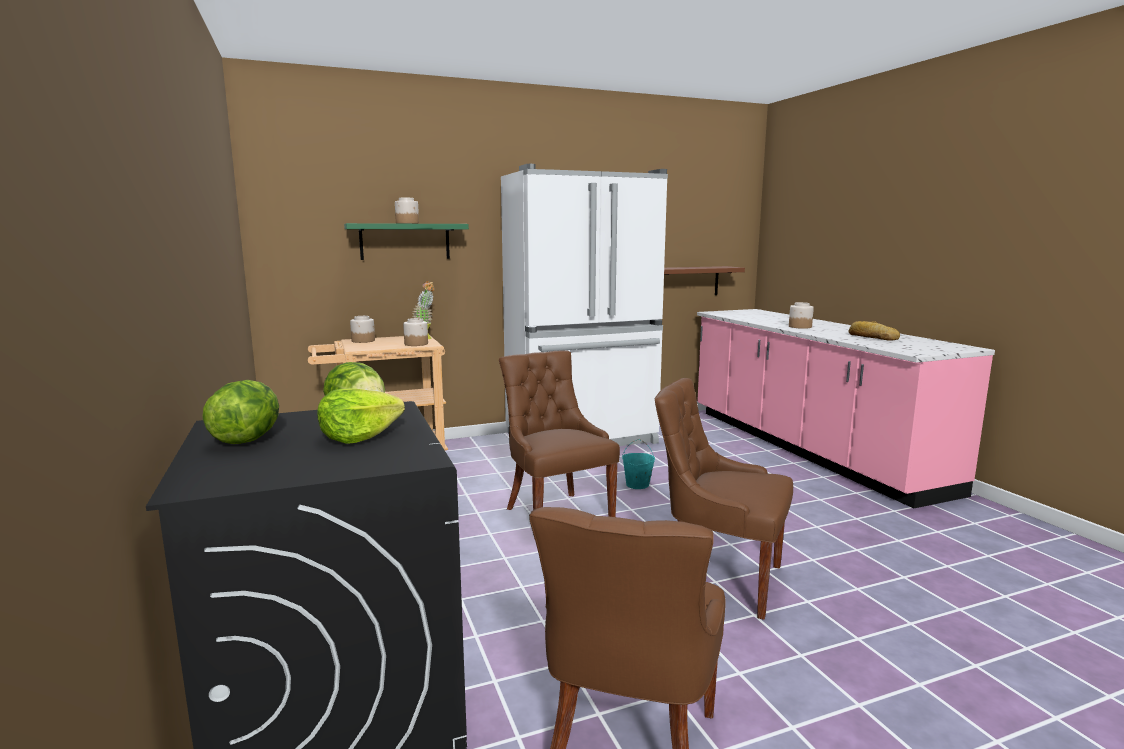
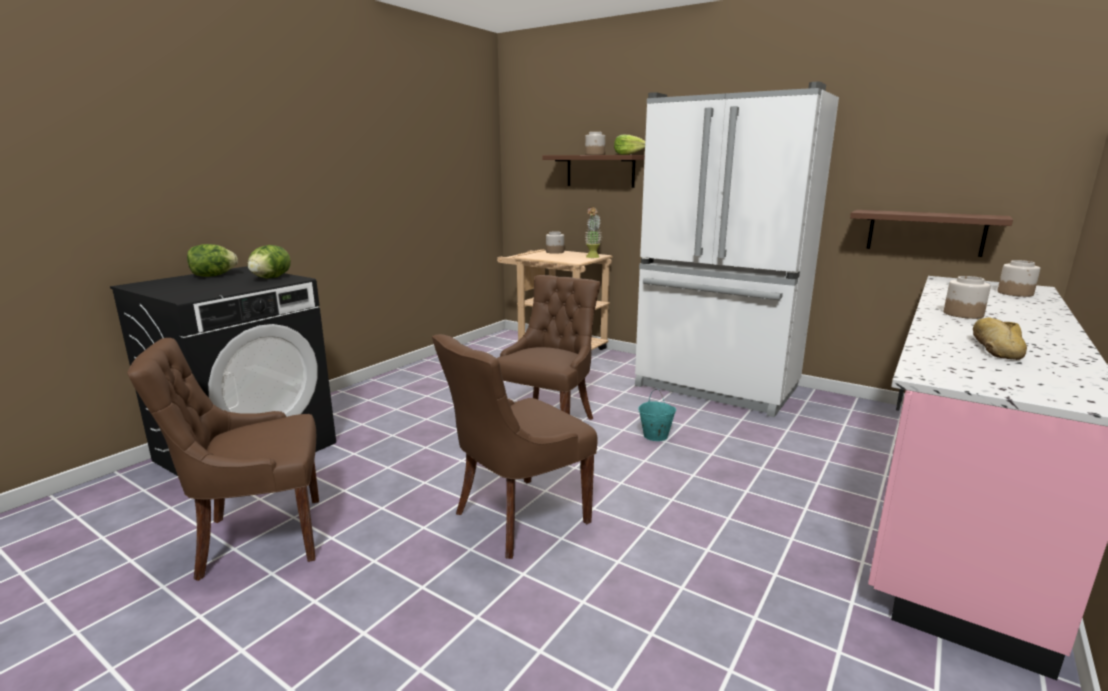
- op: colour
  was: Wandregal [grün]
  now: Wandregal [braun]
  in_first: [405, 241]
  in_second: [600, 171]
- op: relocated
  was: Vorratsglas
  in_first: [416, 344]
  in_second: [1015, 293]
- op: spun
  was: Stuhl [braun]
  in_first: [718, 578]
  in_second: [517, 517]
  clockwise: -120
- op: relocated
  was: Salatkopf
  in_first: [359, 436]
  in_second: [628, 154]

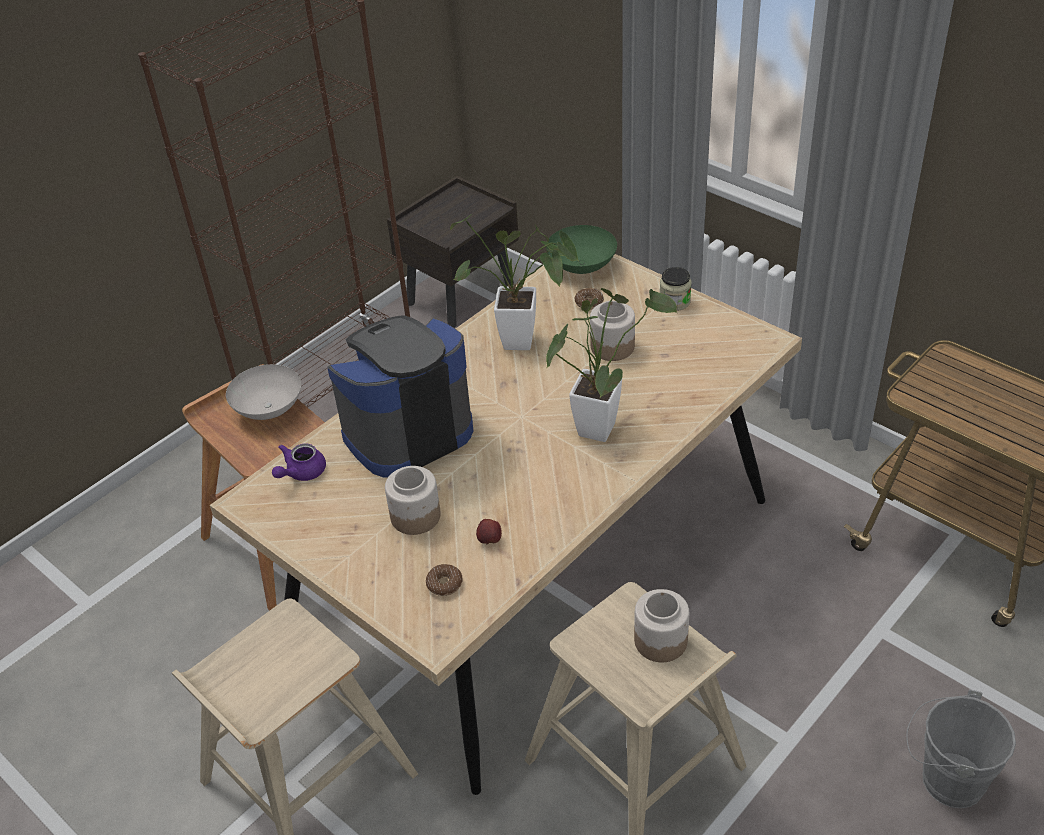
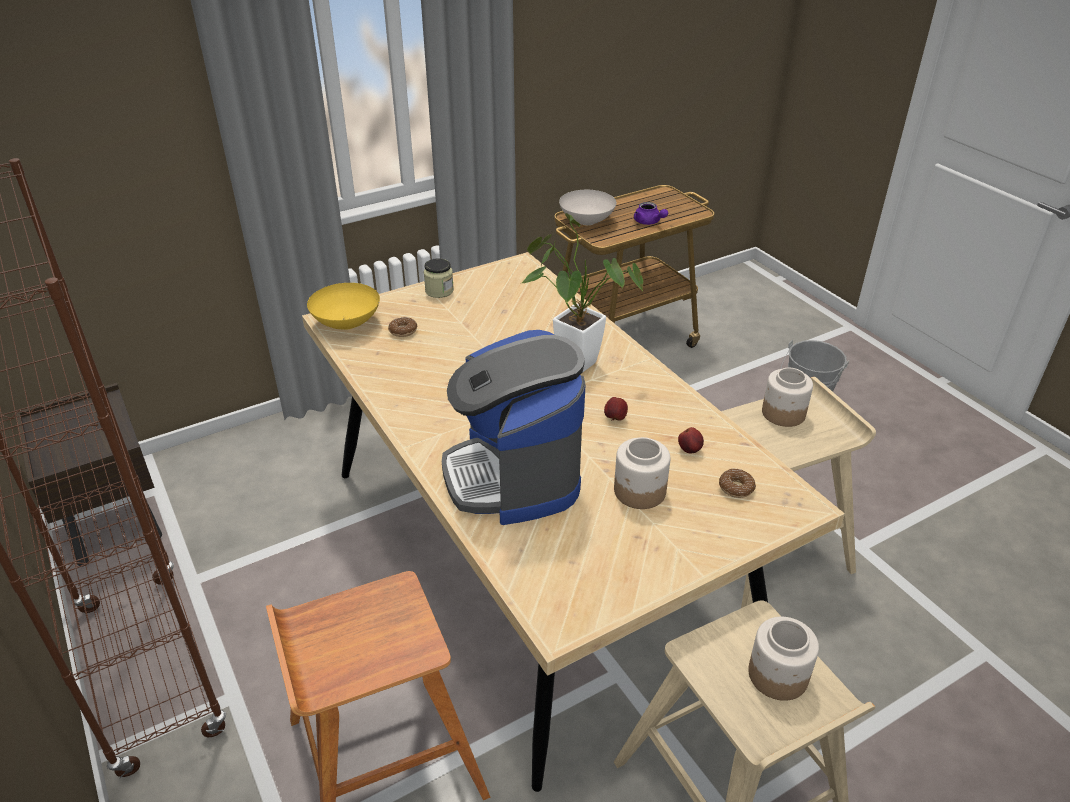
- op: missing
  was: Topfpflanze
  in_first: [527, 342]
- op: colour
  was: Schüssel [grün]
  now: Schüssel [gelb]
  in_first: [582, 267]
  in_second: [348, 324]
- op: relocated
  was: Vorratsglas
  in_first: [612, 346]
  in_second: [777, 675]
- op: relocated
  was: Schüssel [weiß]
  in_first: [269, 408]
  in_second: [586, 221]
- op: relocated
  was: Teekanne [lila]
  in_first: [301, 473]
  in_second: [649, 222]
- op: appeared
  now: Apfel
  in_second: [615, 418]

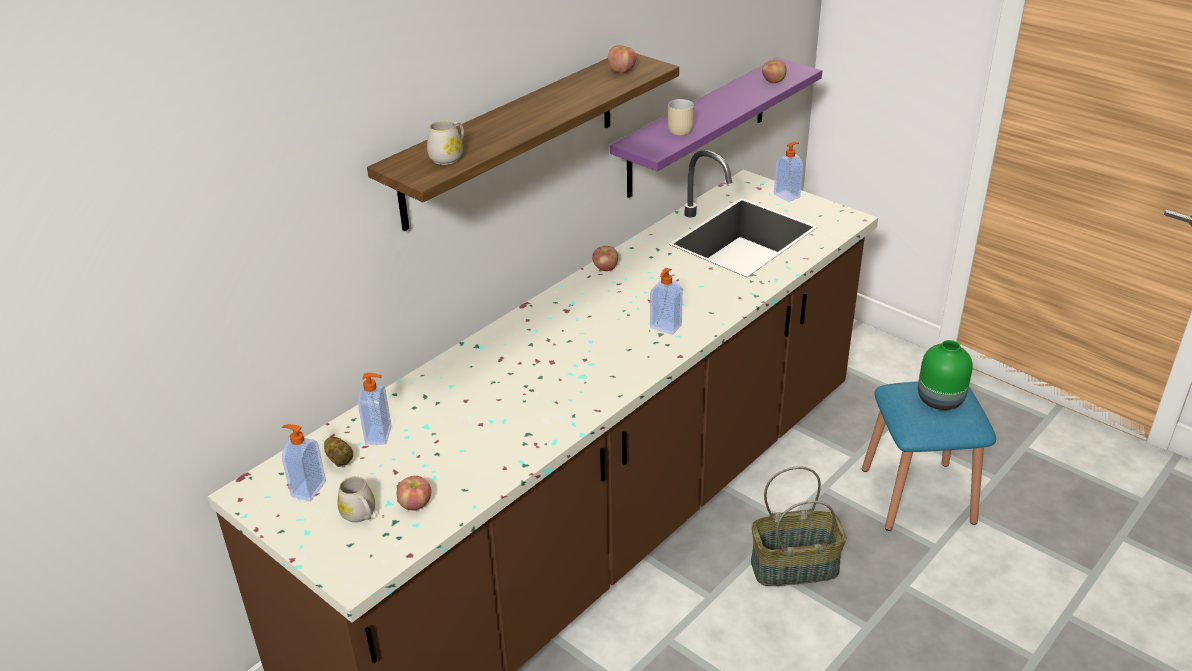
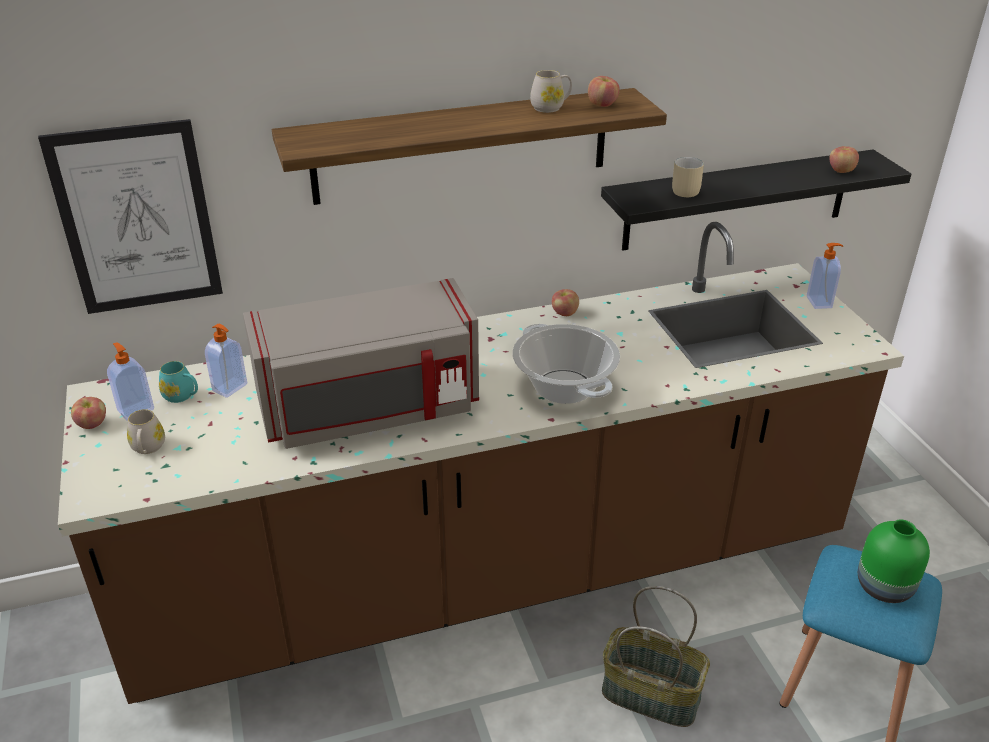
- op: colour
  was: Wandregal [lila]
  now: Wandregal [schwarz]
  in_first: [698, 127]
  in_second: [737, 200]
- op: relocated
  was: Henkelbecher [weiß]
  in_first: [449, 157]
  in_second: [551, 107]
- op: exchanged
  was: Seifenspender
  now: Kochtopf
  in_first: [665, 327]
  in_second: [564, 387]
- op: exchanged
  was: Kartoffel
  now: Henkelbecher [türkis]
  in_first: [340, 460]
  in_second: [182, 396]
- op: relocated
  was: Apfel
  in_first: [415, 504]
  in_second: [92, 424]
- op: appeared
  now: Bild
  in_second: [137, 219]
- op: appeared
  now: Mikrowelle [grau]
  in_second: [370, 409]

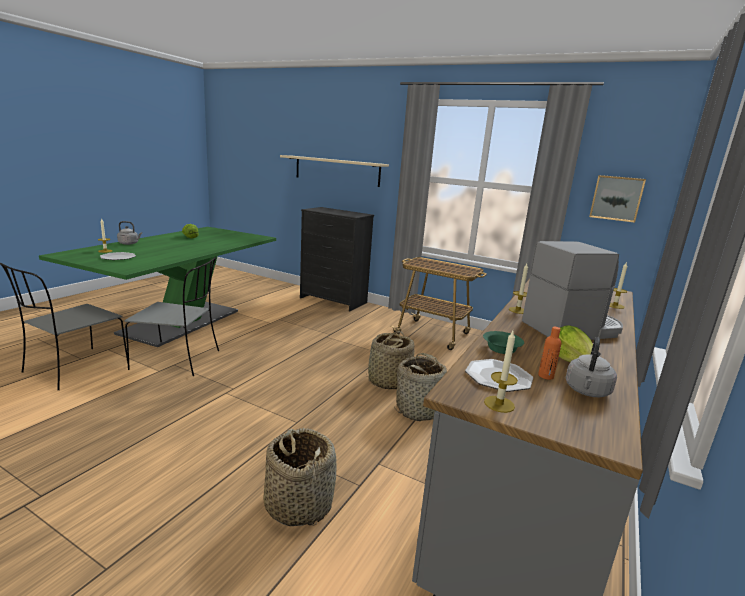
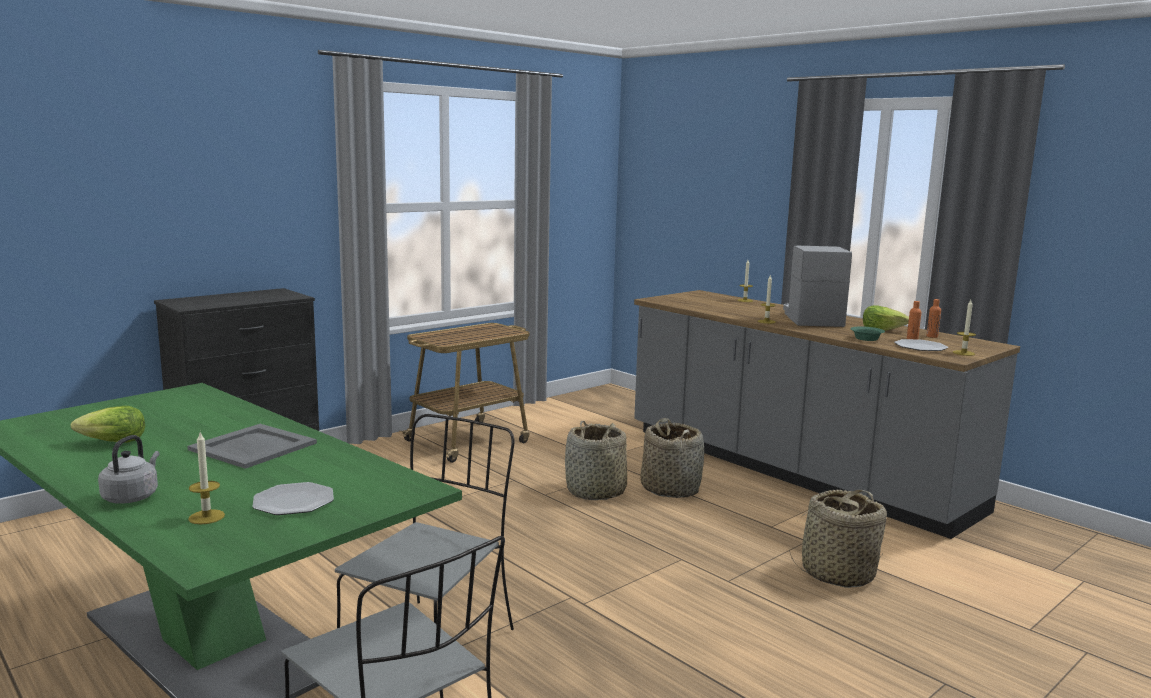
- op: missing
  was: Wandregal [beige]
  in_first: [336, 170]
- op: missing
  was: Bild
  in_first: [616, 198]
- op: exchanged
  was: Wasserkessel [grau]
  now: Flasche [orange]
  in_first: [587, 391]
  in_second: [932, 336]
- op: appeared
  now: Tablett [grau]
  in_second: [253, 447]

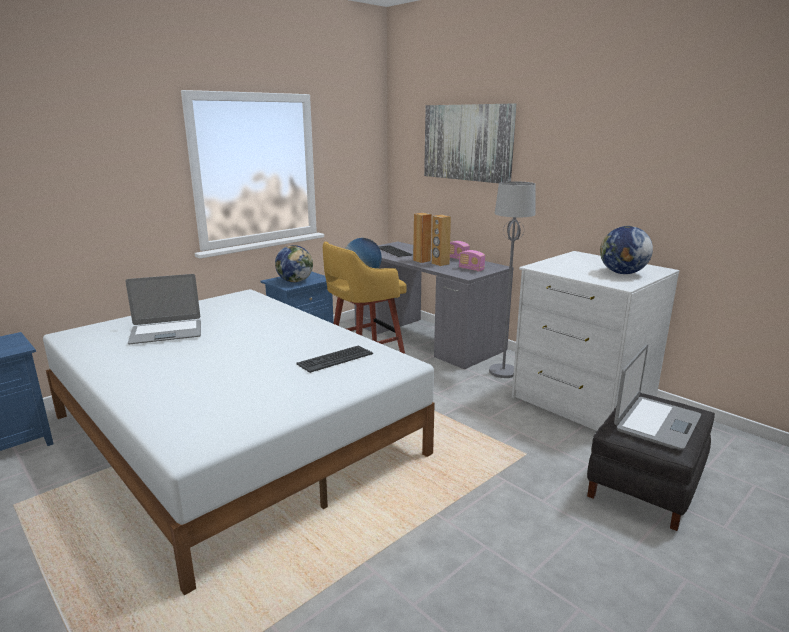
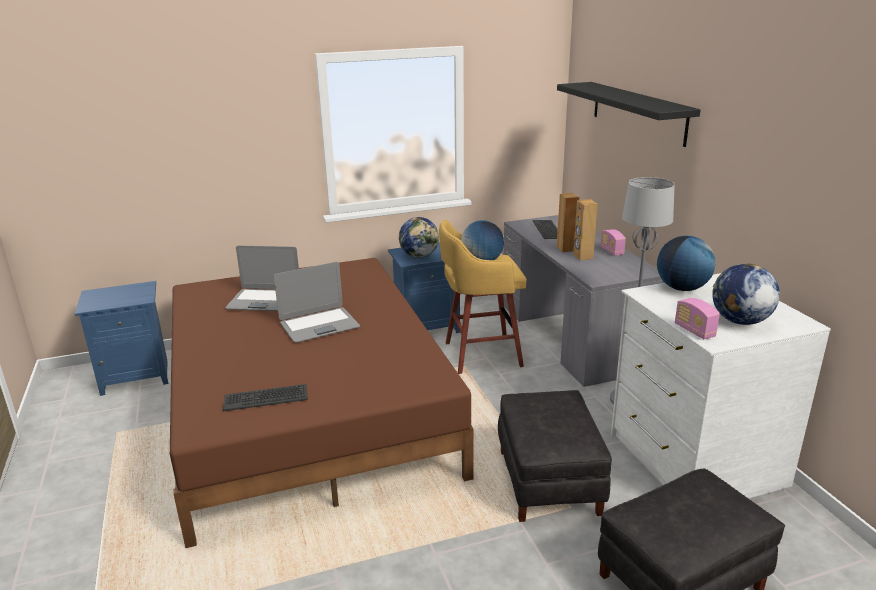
- op: exchanged
  was: Bild
  now: Wandregal [schwarz]
  in_first: [467, 142]
  in_second: [638, 112]
- op: relocated
  was: Radio
  in_first: [471, 269]
  in_second: [694, 331]
- op: colour
  was: Bett [weiß]
  now: Bett [braun]
  in_first: [234, 434]
  in_second: [308, 409]
- op: relocated
  was: Laptop
  in_first: [656, 423]
  in_second: [319, 325]
- op: relocated
  was: Tastatur
  in_first: [335, 359]
  in_second: [266, 398]
- op: appeared
  now: Globus
  in_second: [682, 288]
- op: appeared
  now: Polsterhocker [schwarz]
  in_second: [549, 481]

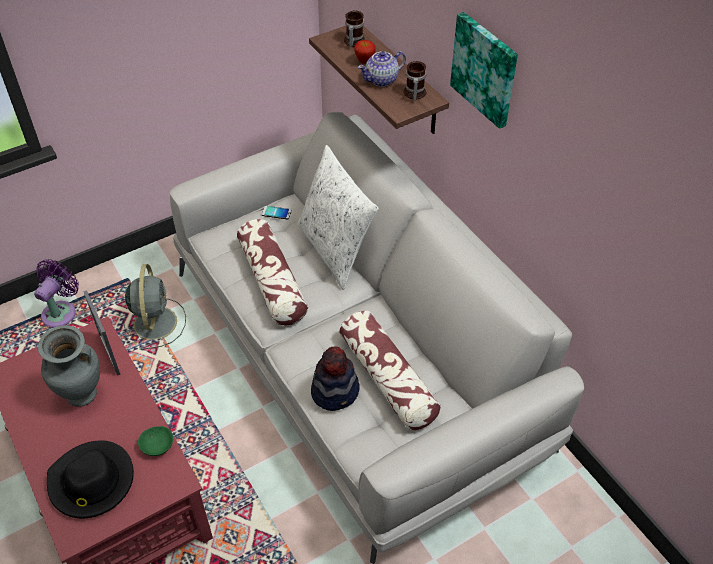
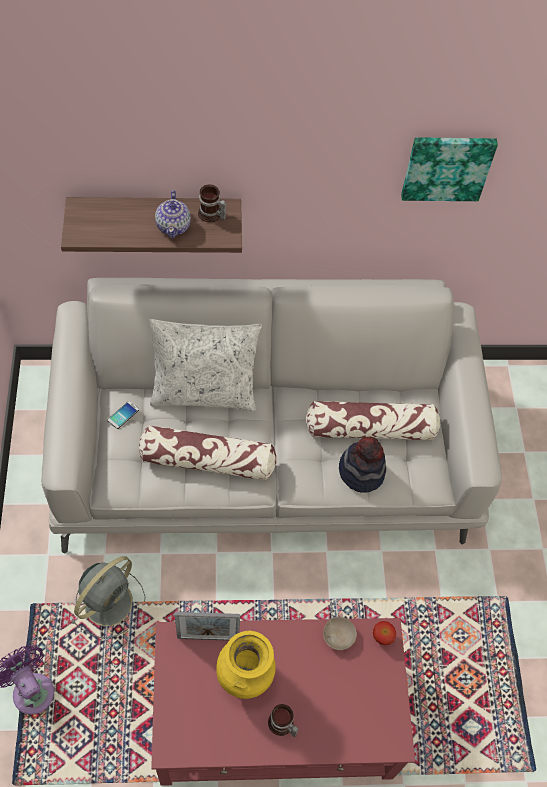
- op: relocated
  was: Henkelbecher
  in_first: [353, 42]
  in_second: [281, 725]
- op: relocated
  was: Bild
  in_first: [485, 69]
  in_second: [447, 167]
- op: relocated
  was: Apfel
  in_first: [364, 62]
  in_second: [382, 638]
- op: spun
  was: Ventilator [grau]
  in_first: [155, 321]
  in_second: [109, 601]
  clockwise: 105
- op: colour
  was: Vase [grau]
  now: Vase [gelb]
  in_first: [82, 396]
  in_second: [244, 681]
- op: colour
  was: Schüssel [grün]
  now: Schüssel [beige]
  in_first: [157, 447]
  in_second: [339, 637]
- op: missing
  was: Hut [schwarz]
  in_first: [91, 482]

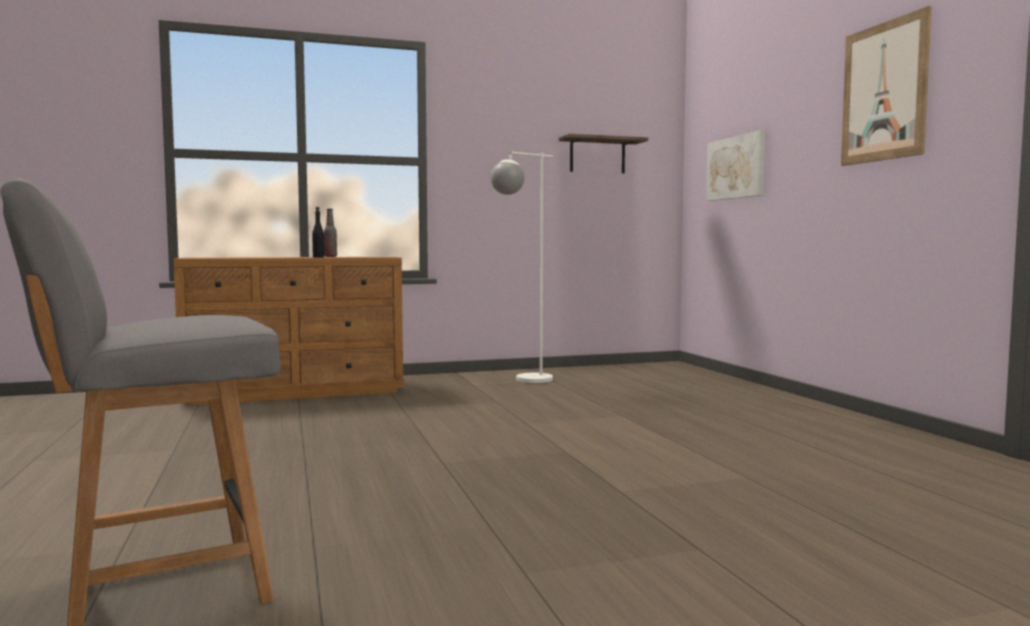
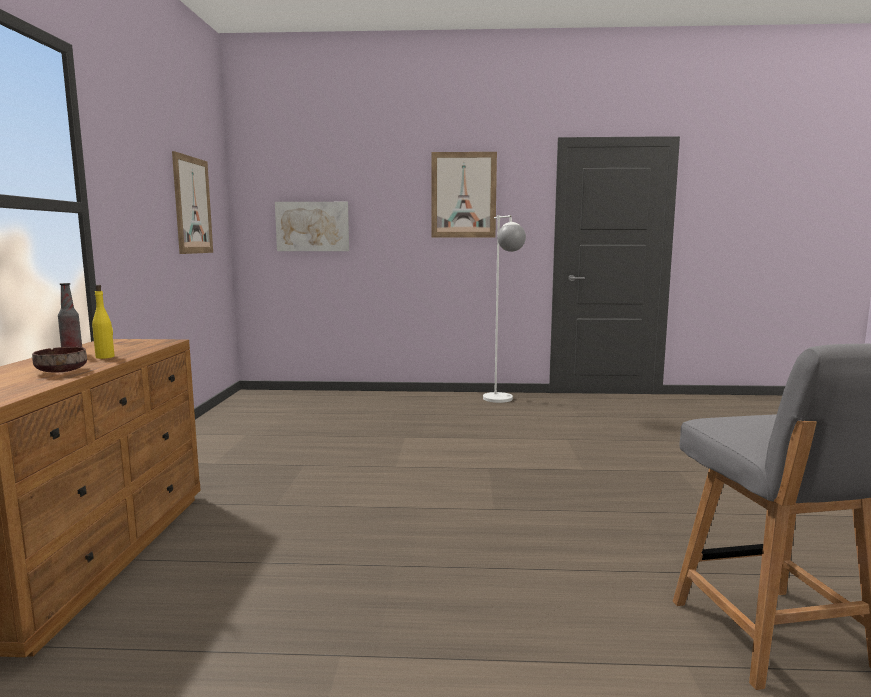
- op: exchanged
  was: Wandregal
  now: Bild
  in_first: [597, 156]
  in_second: [192, 205]
- op: relocated
  was: Stehlampe [weiß]
  in_first: [523, 381]
  in_second: [502, 401]
- op: colour
  was: Flasche [schwarz]
  now: Flasche [gelb]
  in_first: [318, 257]
  in_second: [105, 357]
- op: appeared
  now: Schüssel [braun]
  in_second: [61, 371]

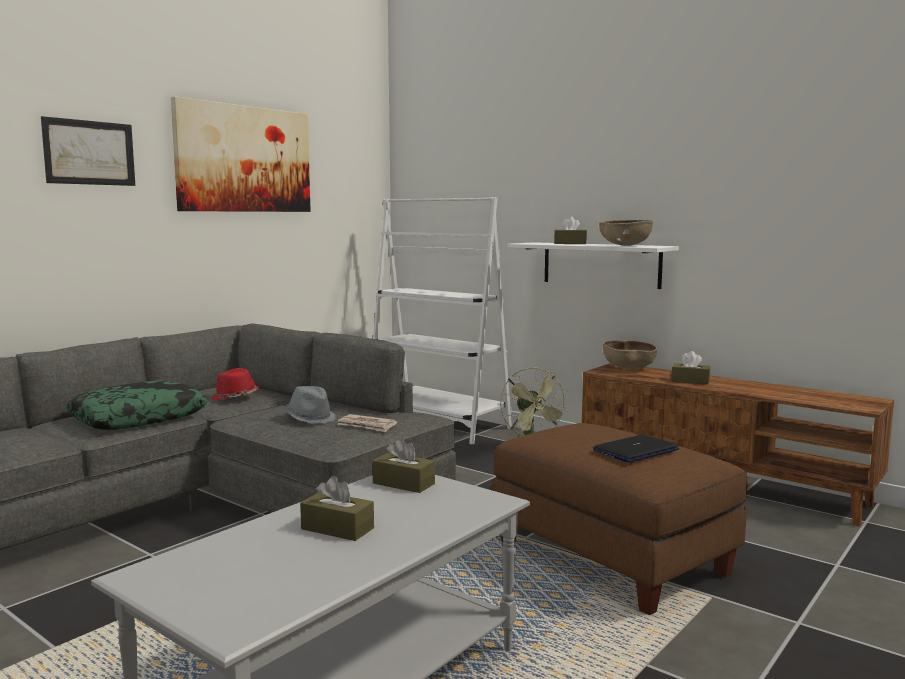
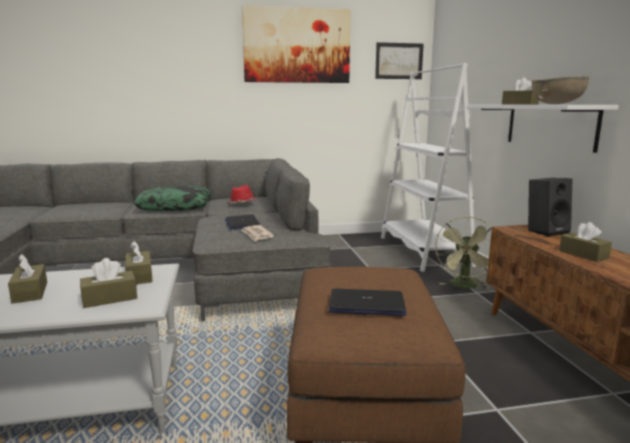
- op: relocated
  was: Bild
  in_first: [89, 152]
  in_second: [399, 61]
- op: exchanged
  was: Schüssel [braun]
  now: Lautsprecher [schwarz]
  in_first: [628, 368]
  in_second: [546, 231]
- op: exchanged
  was: Hut [grau]
  now: Laptop
  in_first: [310, 418]
  in_second: [242, 223]
- op: appeared
  now: Taschentuchbox [braun]
  in_second: [110, 298]

